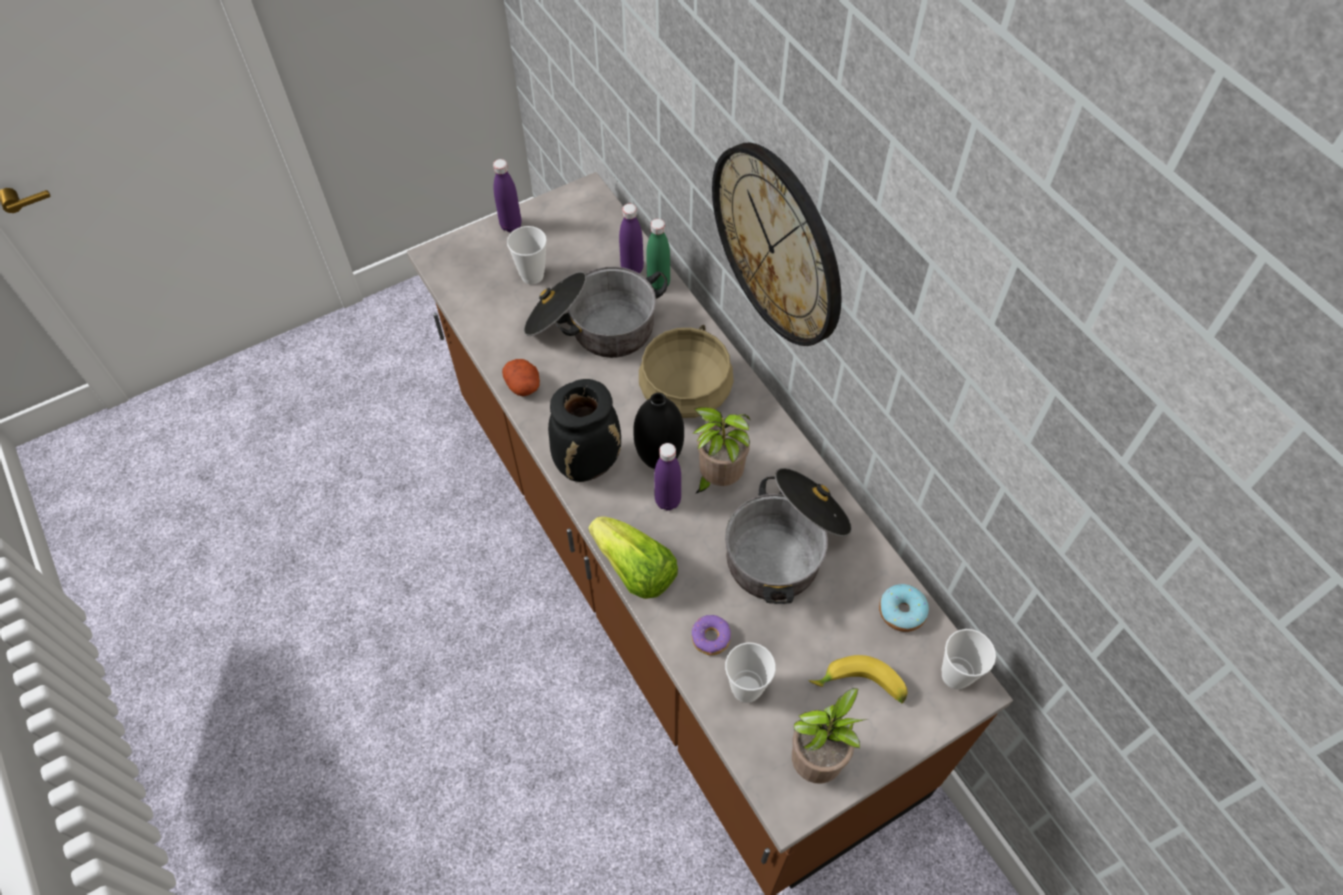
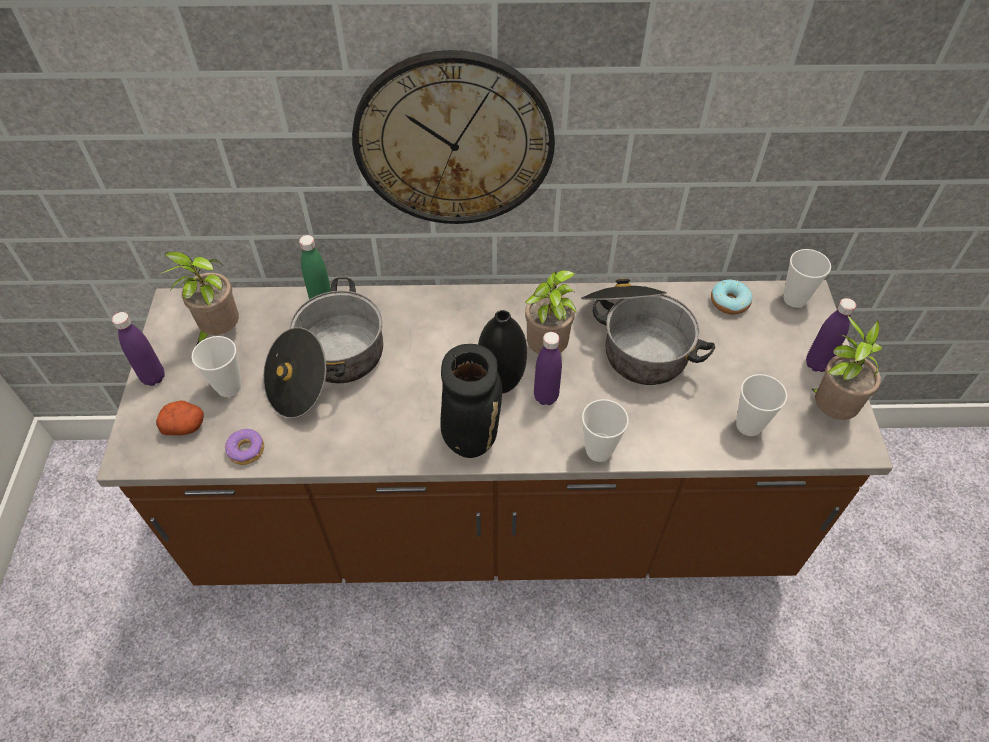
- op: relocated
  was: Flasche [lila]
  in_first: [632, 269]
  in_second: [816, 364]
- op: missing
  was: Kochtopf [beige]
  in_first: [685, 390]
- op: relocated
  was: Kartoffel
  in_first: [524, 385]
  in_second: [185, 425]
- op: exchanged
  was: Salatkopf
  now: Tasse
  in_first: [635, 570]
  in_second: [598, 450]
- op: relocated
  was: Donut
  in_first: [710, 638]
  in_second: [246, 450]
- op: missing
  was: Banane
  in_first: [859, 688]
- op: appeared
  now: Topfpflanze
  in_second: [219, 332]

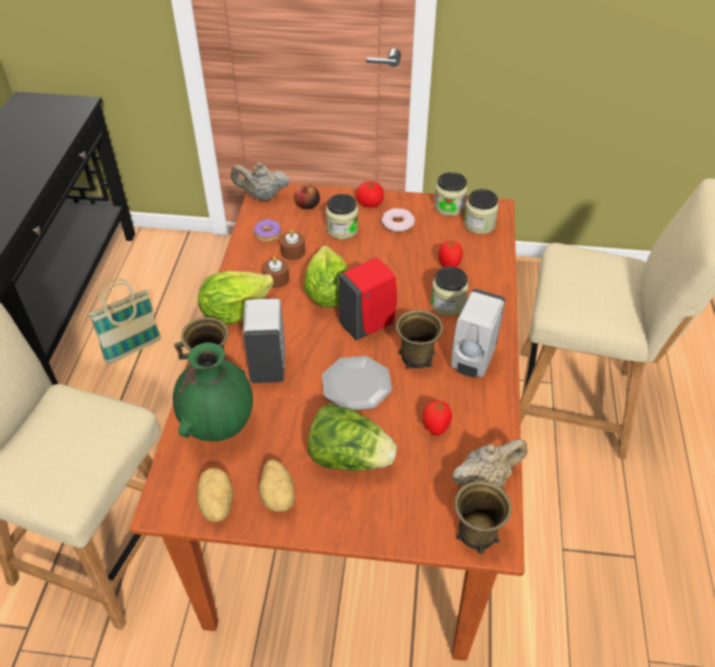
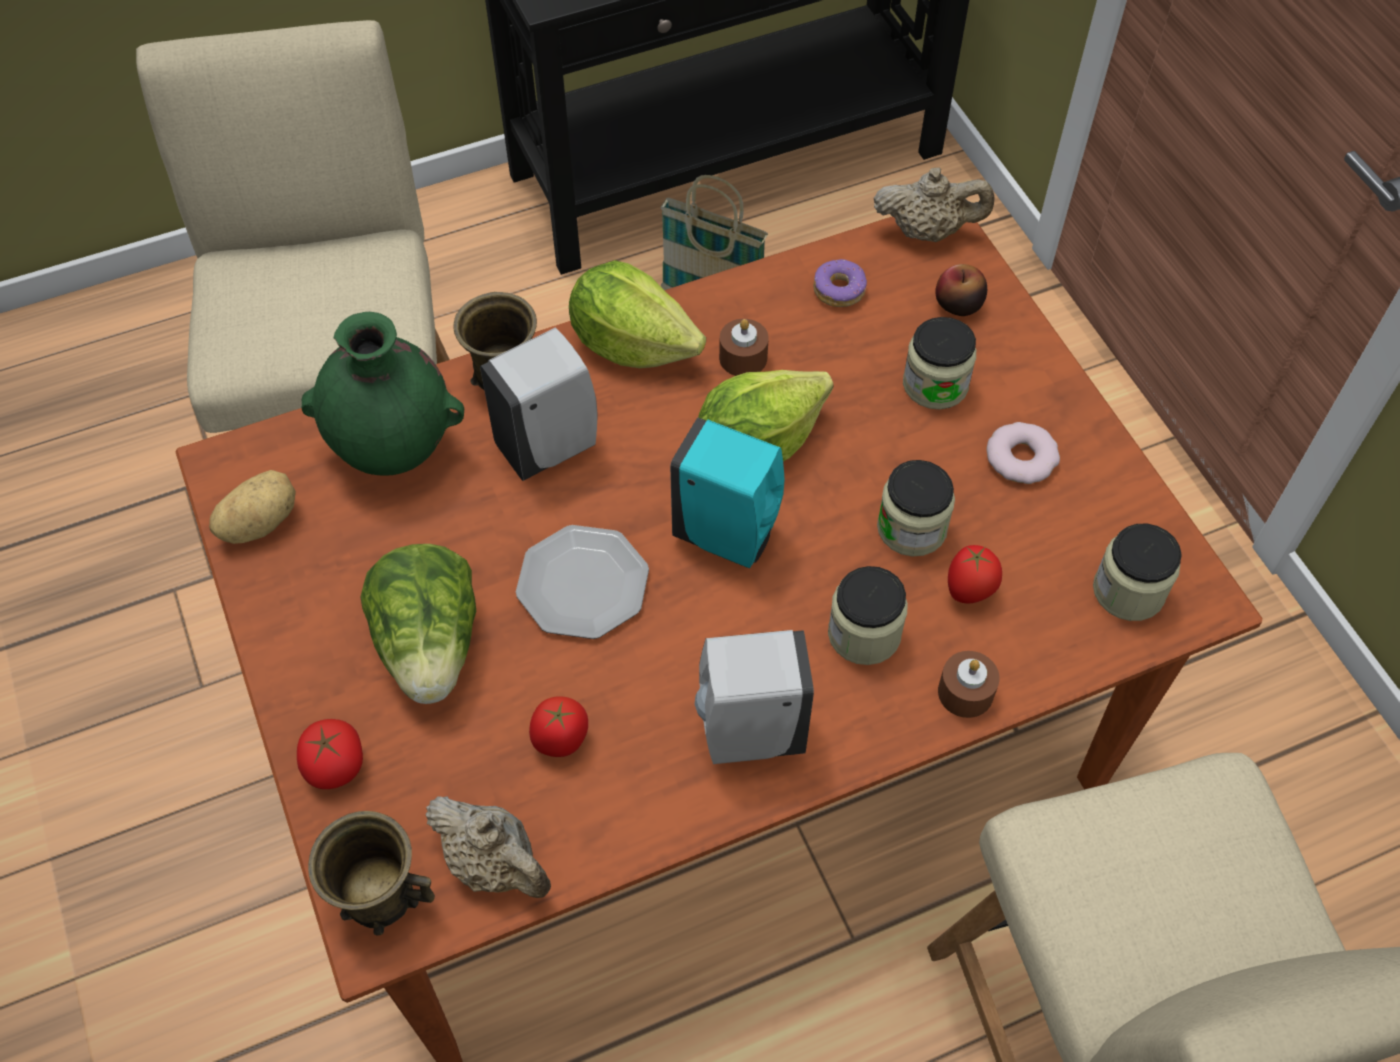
- op: spun
  was: Teekanne [beige]
  in_first: [262, 196]
  in_second: [928, 231]
  clockwise: 120
- op: relocated
  was: Vorratsglas
  in_first: [449, 207]
  in_second: [911, 528]
- op: relocated
  was: Tomate
  in_first: [370, 203]
  in_second: [335, 765]
- op: relocated
  was: Kerze [braun]
  in_first: [293, 252]
  in_second: [965, 692]
- op: colour
  was: Seifenspender [rot]
  now: Seifenspender [türkis]
  in_first: [368, 324]
  in_second: [729, 536]
- op: missing
  was: Henkelbecher [braun]
  in_first: [416, 357]
- op: missing
  was: Kartoffel
  in_first: [279, 495]

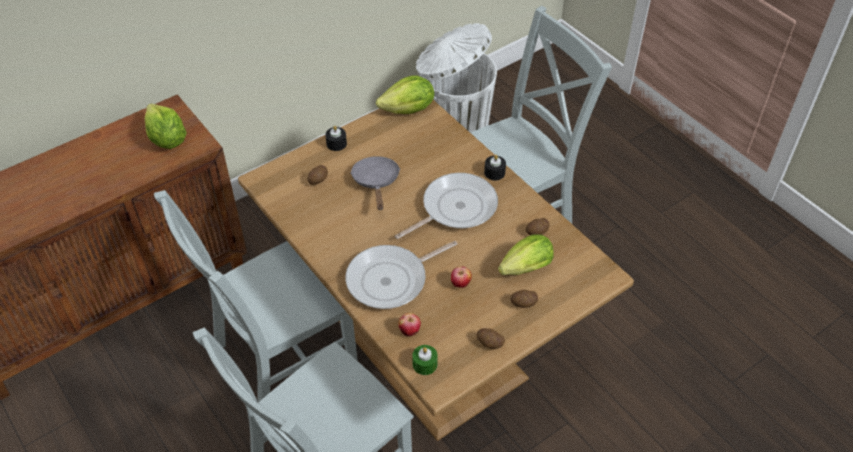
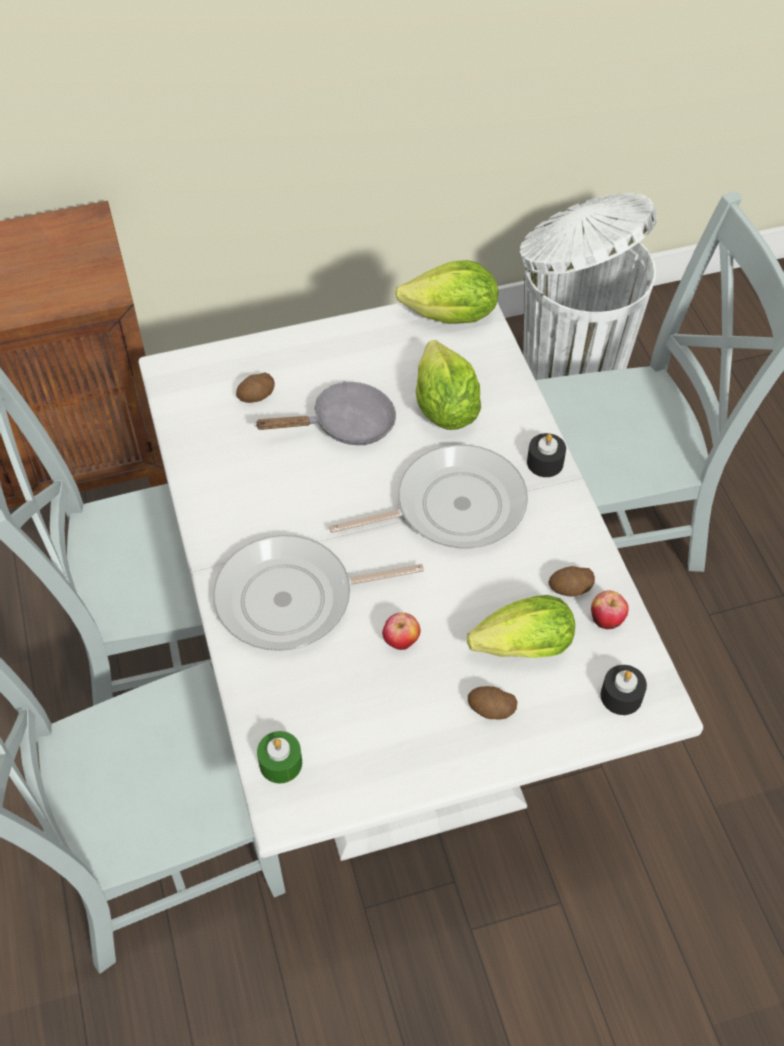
- op: colour
  was: Esstisch [braun]
  now: Esstisch [weiß]
  in_first: [426, 340]
  in_second: [392, 690]
- op: relocated
  was: Salatkopf
  in_first: [167, 140]
  in_second: [444, 408]
- op: relocated
  was: Kerze [schwarz]
  in_first: [336, 143]
  in_second: [621, 696]
- op: spun
  was: Pfanne [grau]
  in_first: [376, 182]
  in_second: [345, 425]
  clockwise: 60
- op: relocated
  was: Apfel
  in_first: [409, 331]
  in_second: [606, 620]
- op: missing
  was: Kartoffel
  in_first: [489, 343]

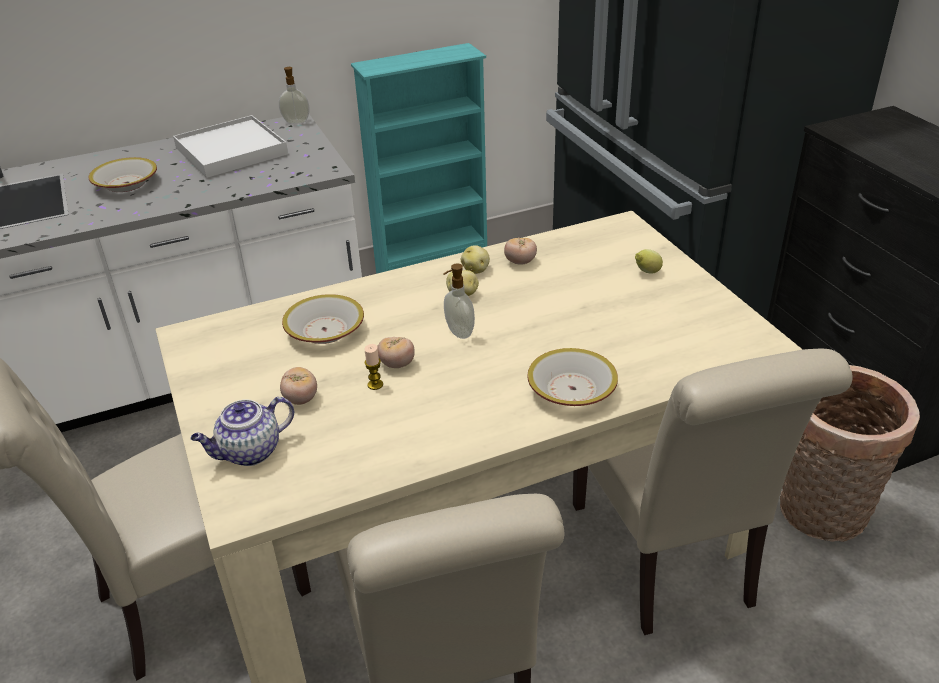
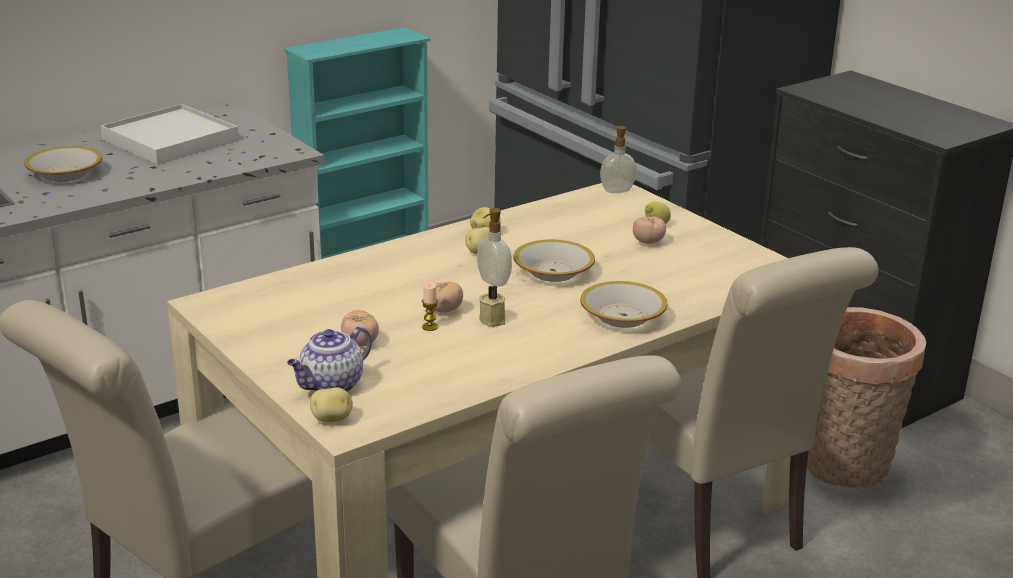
- op: relocated
  was: Seifenspender
  in_first: [296, 121]
  in_second: [616, 190]
- op: relocated
  was: Tomate
  in_first: [520, 262]
  in_second: [648, 242]
- op: relocated
  was: Schüssel
  in_first: [324, 330]
  in_second: [553, 271]
- op: appeared
  now: Kerze [beige]
  in_second: [493, 320]
- op: appeared
  now: Kartoffel
  in_second: [332, 419]

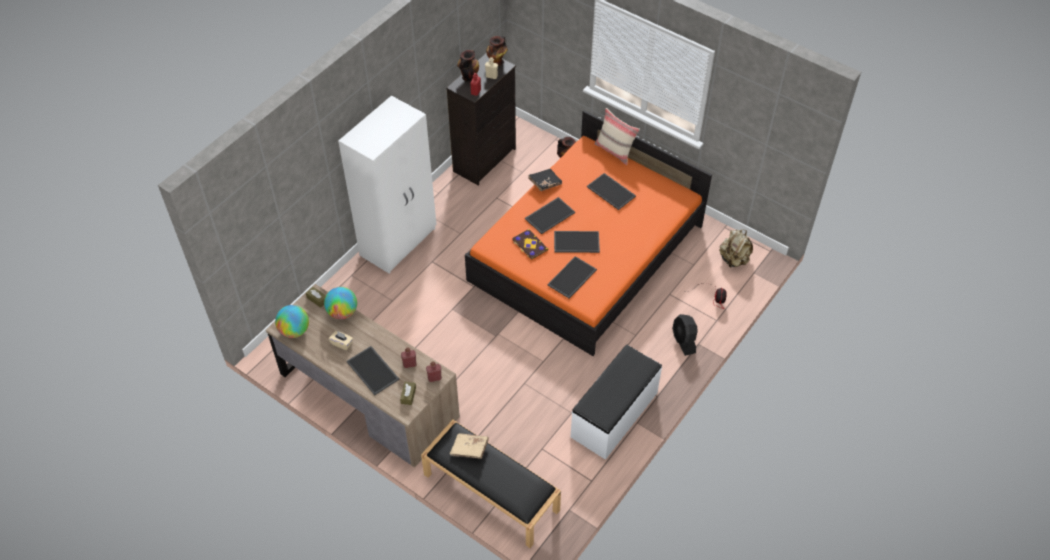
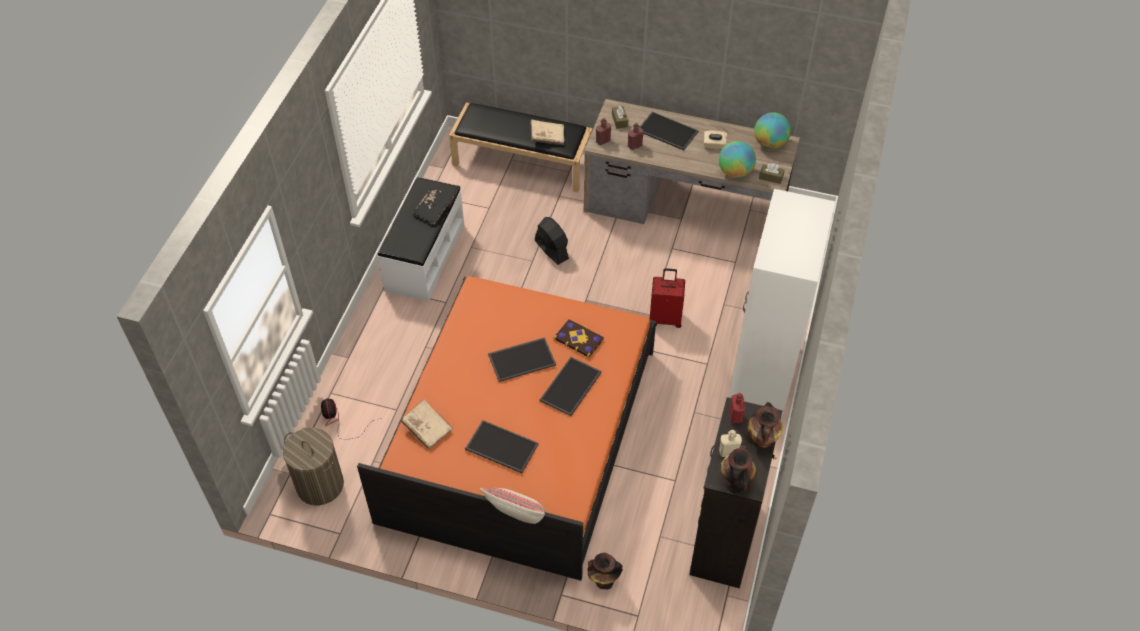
- op: relocated
  was: Buch [schwarz]
  in_first: [545, 183]
  in_second: [434, 210]
- op: exchanged
  was: Rucksack [beige]
  now: Wäschekorb
  in_first: [733, 259]
  in_second: [319, 485]
- op: missing
  was: Tablett
  in_first: [572, 278]
- op: relocated
  was: Ventilator [schwarz]
  in_first: [683, 341]
  in_second: [551, 249]
- op: appeared
  now: Koffer [rot]
  in_second: [665, 318]
- op: appeared
  now: Buch [beige]
  in_second: [427, 428]

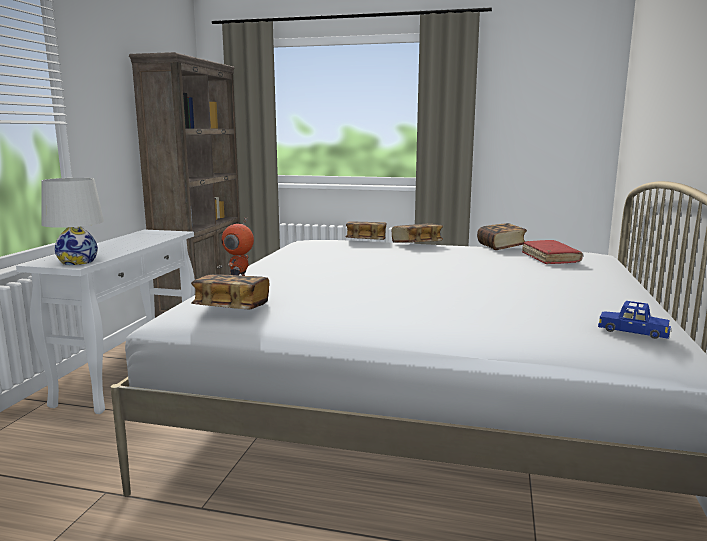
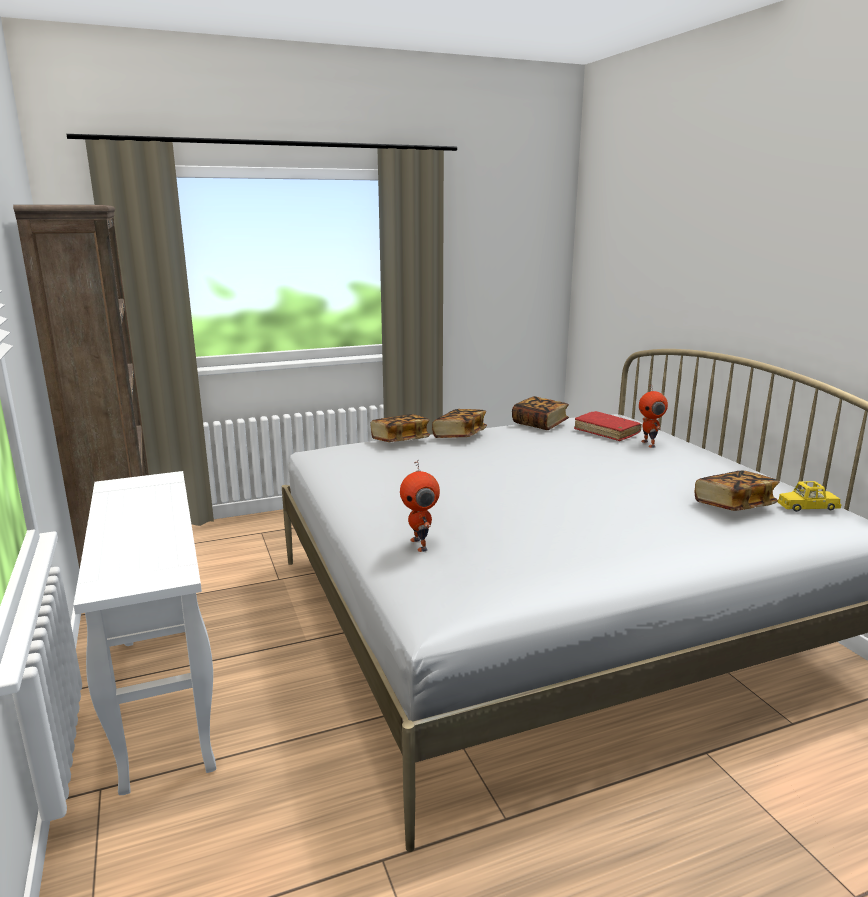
- op: missing
  was: Tischlampe [weiß]
  in_first: [78, 261]
- op: relocated
  was: Buch
  in_first: [232, 307]
  in_second: [733, 506]
- op: colour
  was: Spielzeugauto [blau]
  now: Spielzeugauto [gelb]
  in_first: [633, 332]
  in_second: [807, 507]
- op: appeared
  now: Spielzeugroboter
  in_second: [649, 444]

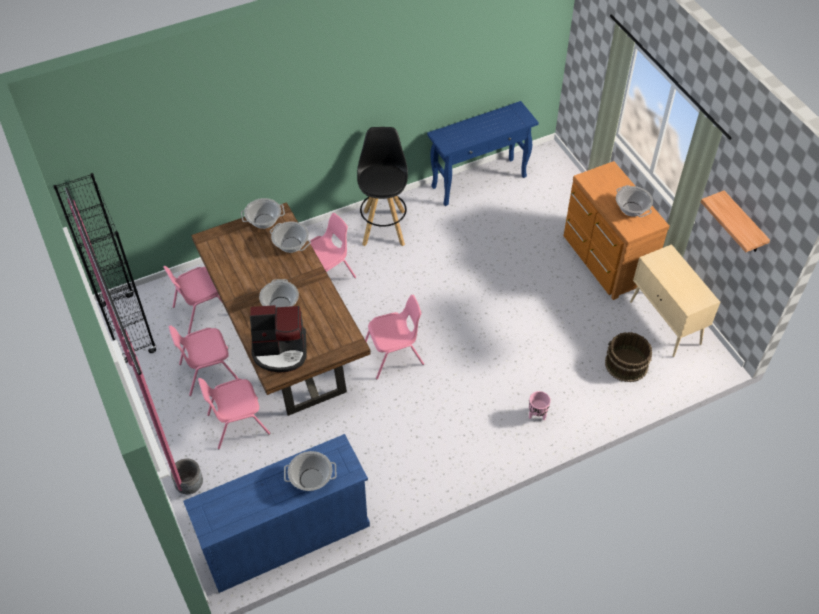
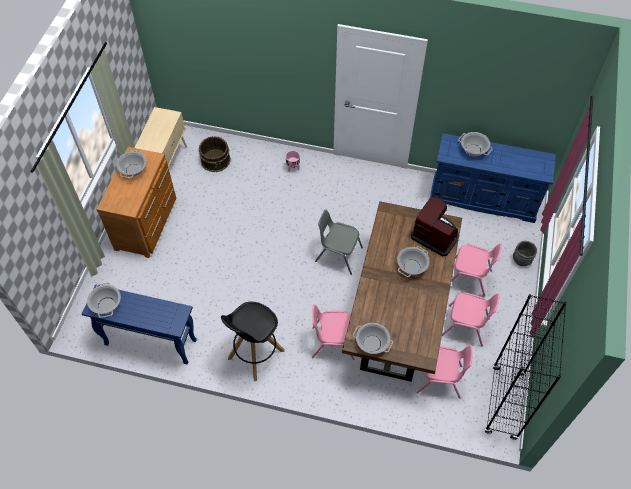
- op: missing
  was: Wandregal
  in_first: [743, 224]
- op: relocated
  was: Kochtopf
  in_first: [291, 245]
  in_second: [106, 305]
- op: colour
  was: Stuhl [rosa]
  now: Stuhl [grau]
  in_first: [394, 355]
  in_second: [338, 254]

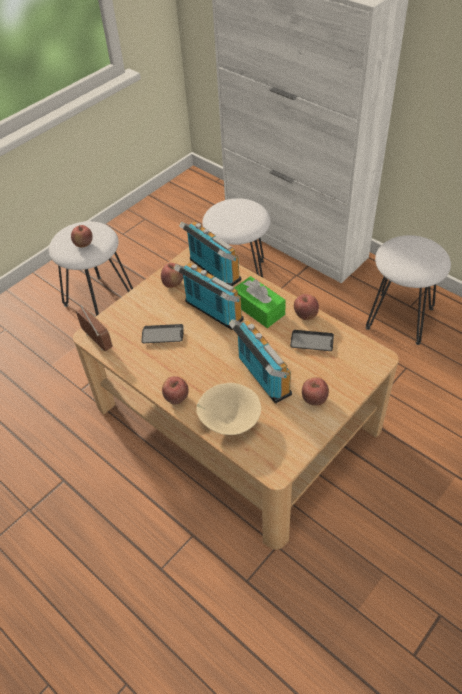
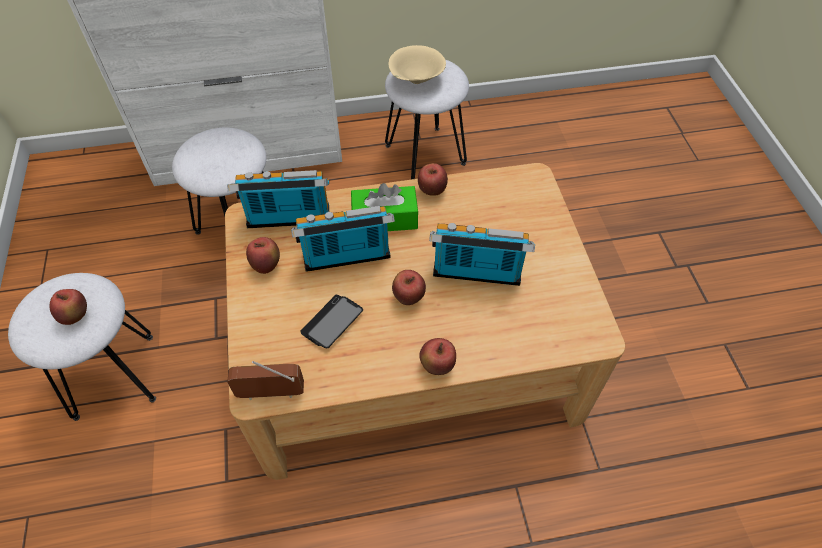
- op: missing
  was: Handy
  in_first: [312, 341]
- op: relocated
  was: Apfel
  in_first: [314, 400]
  in_second: [408, 297]
- op: relocated
  was: Schüssel [beige]
  in_first: [228, 420]
  in_second: [415, 80]

